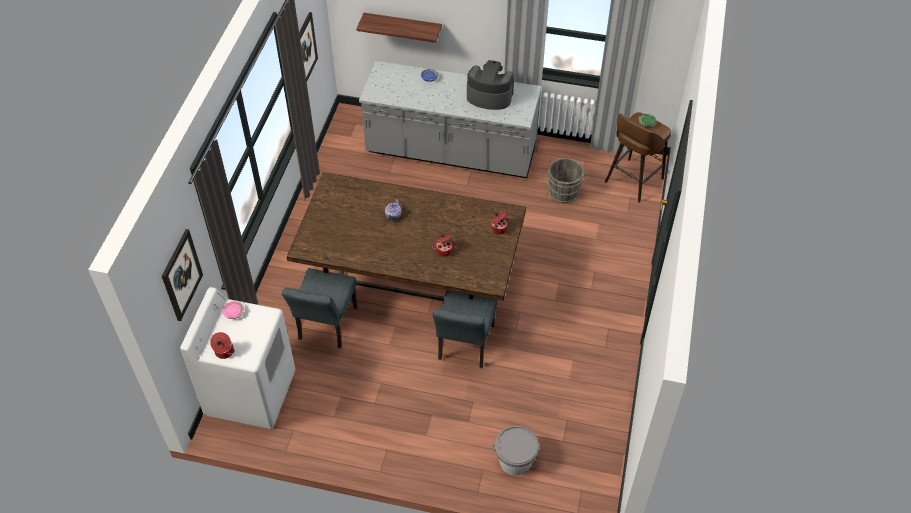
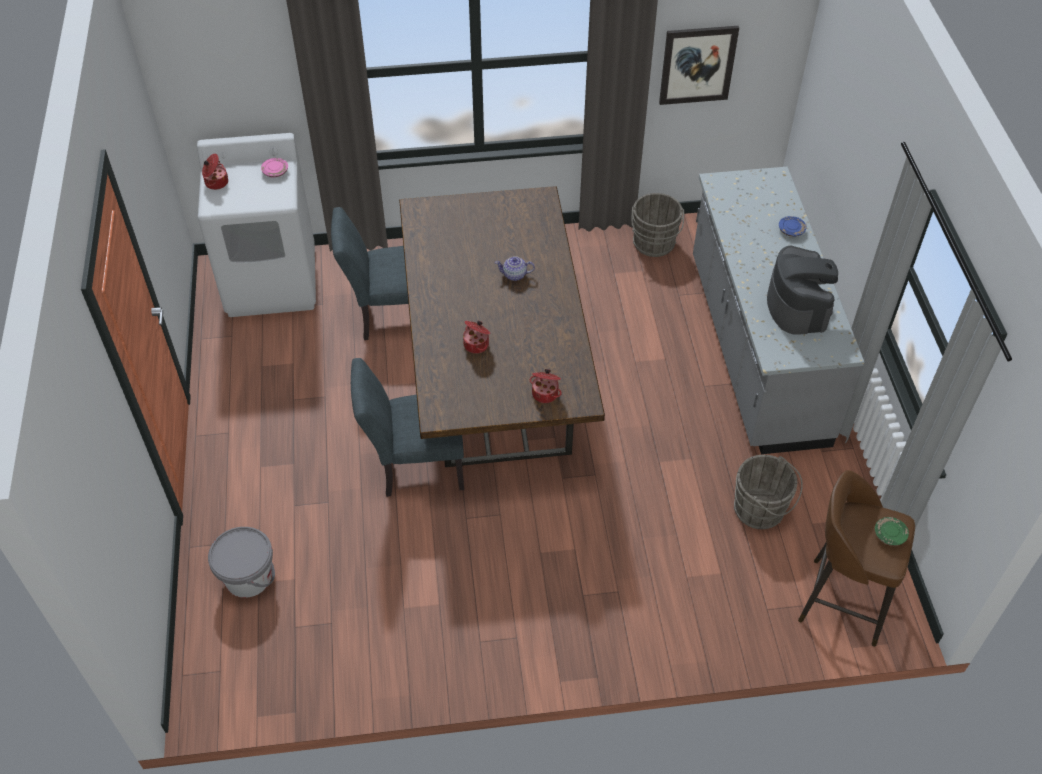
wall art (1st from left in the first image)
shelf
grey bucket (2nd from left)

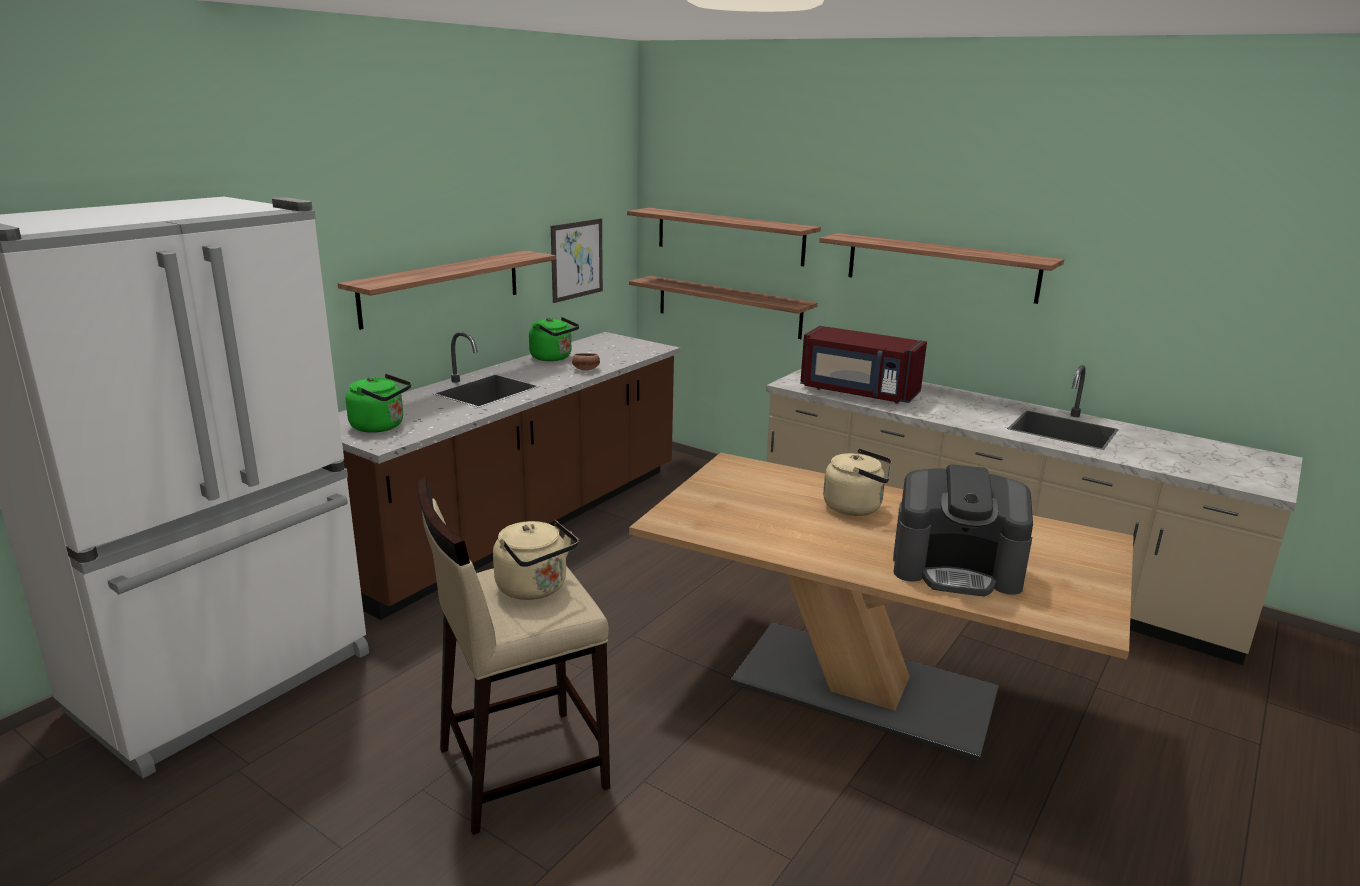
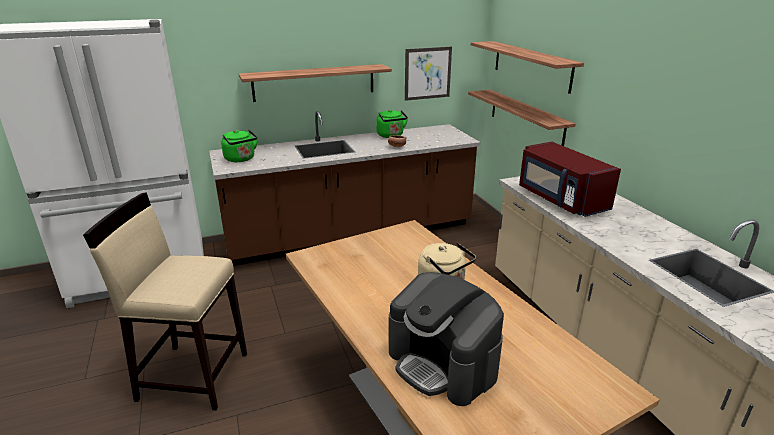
beige-coloured water kettle (1st from left in the first image)
shelf (4th from left in the first image)

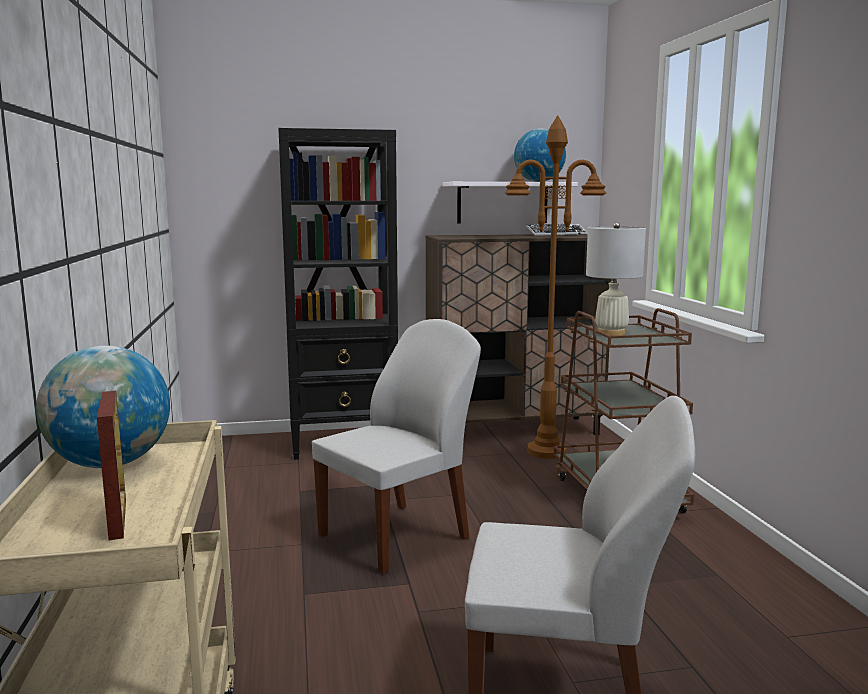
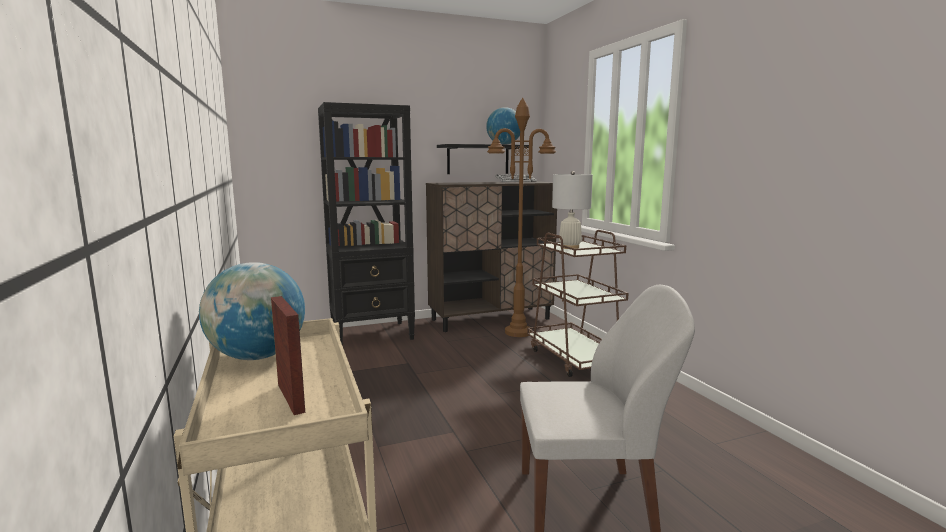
white-coloured chair (1st from left in the first image)
black shelf

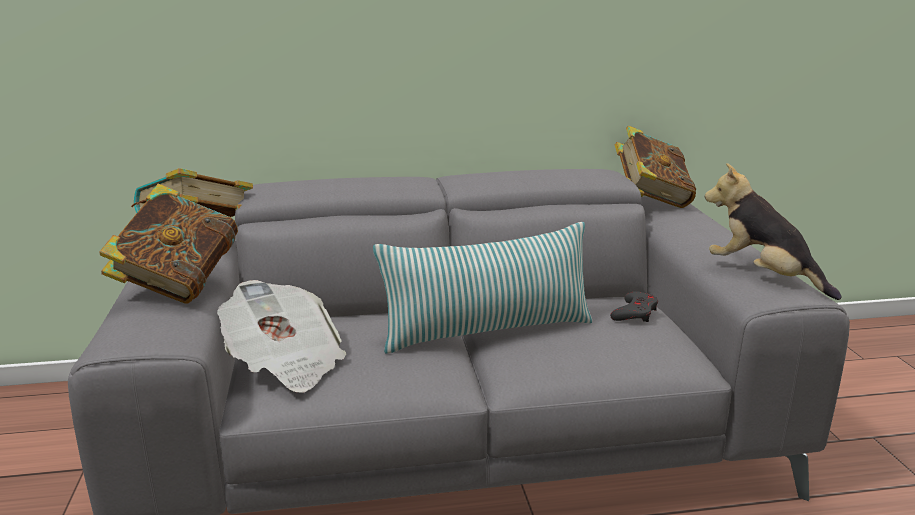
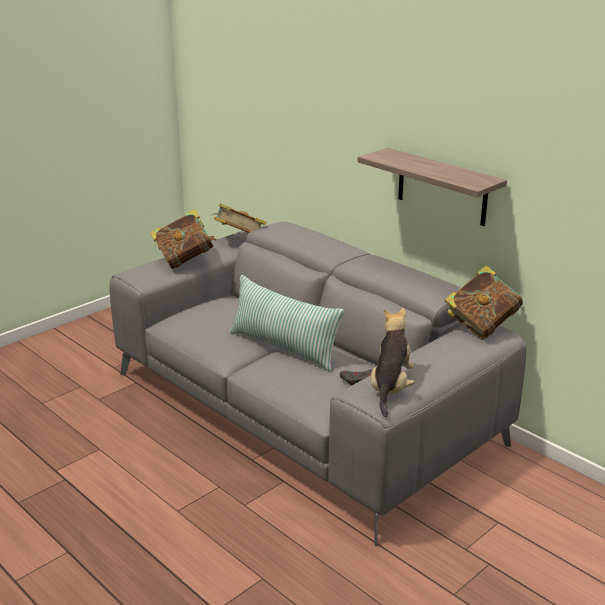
newspaper
shelf

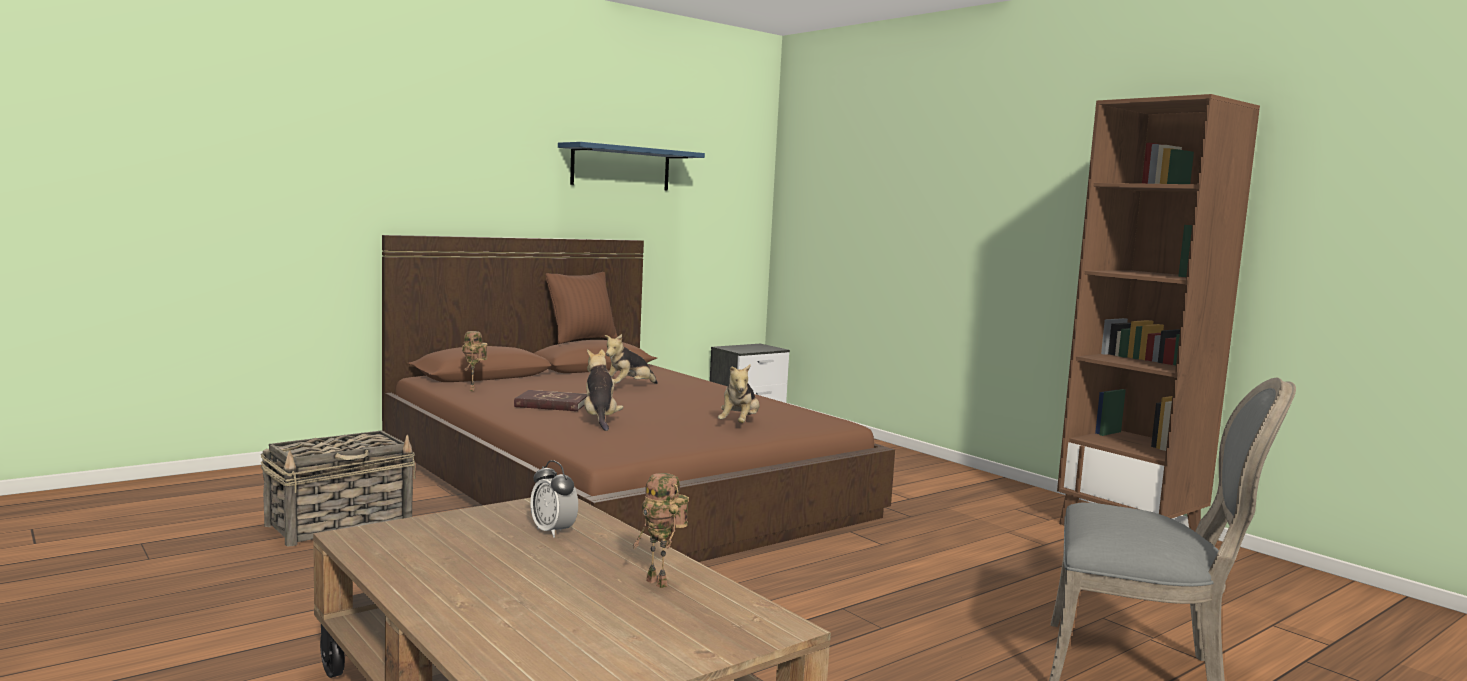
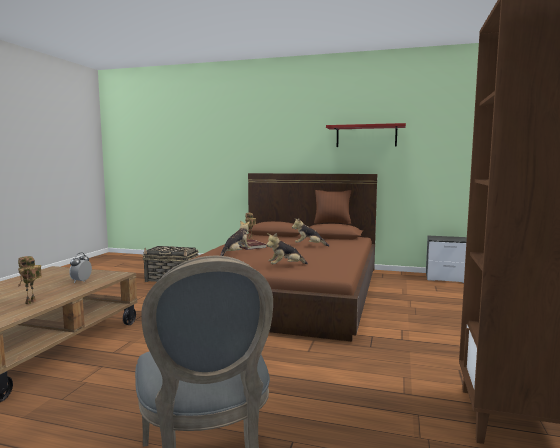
red-coloured shelf

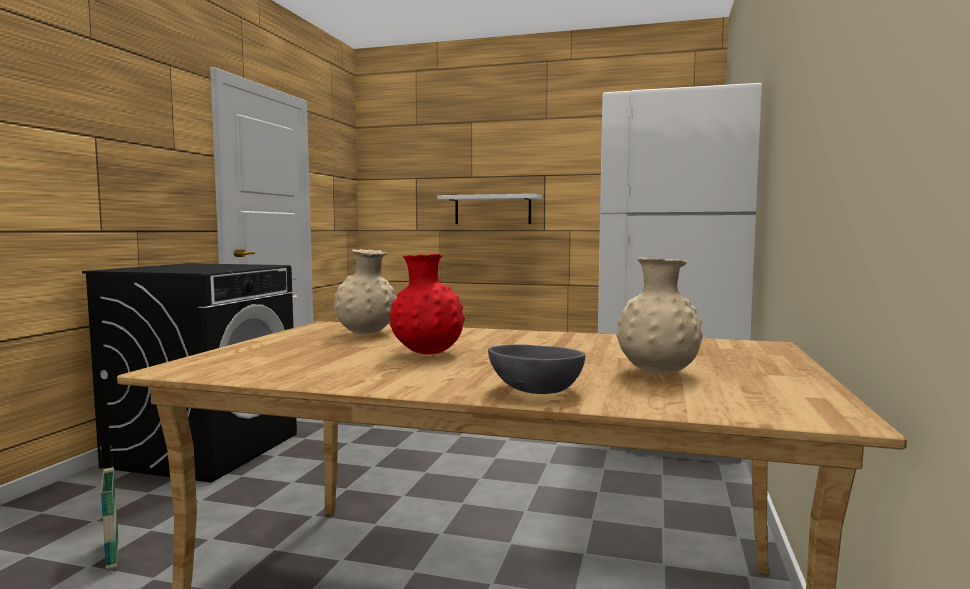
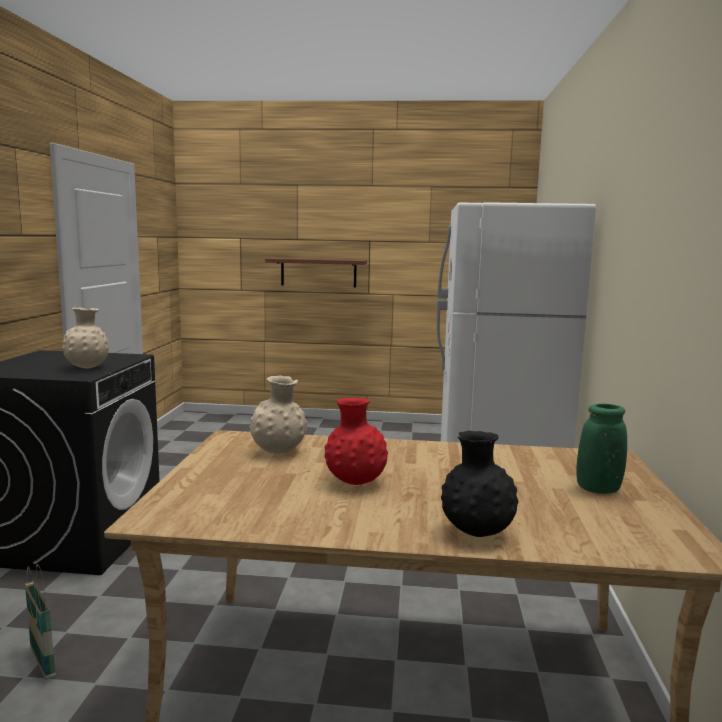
greenish decorative vase
beige-coloured decorative vase (1st from left)
black decorative vase
brownish shelf

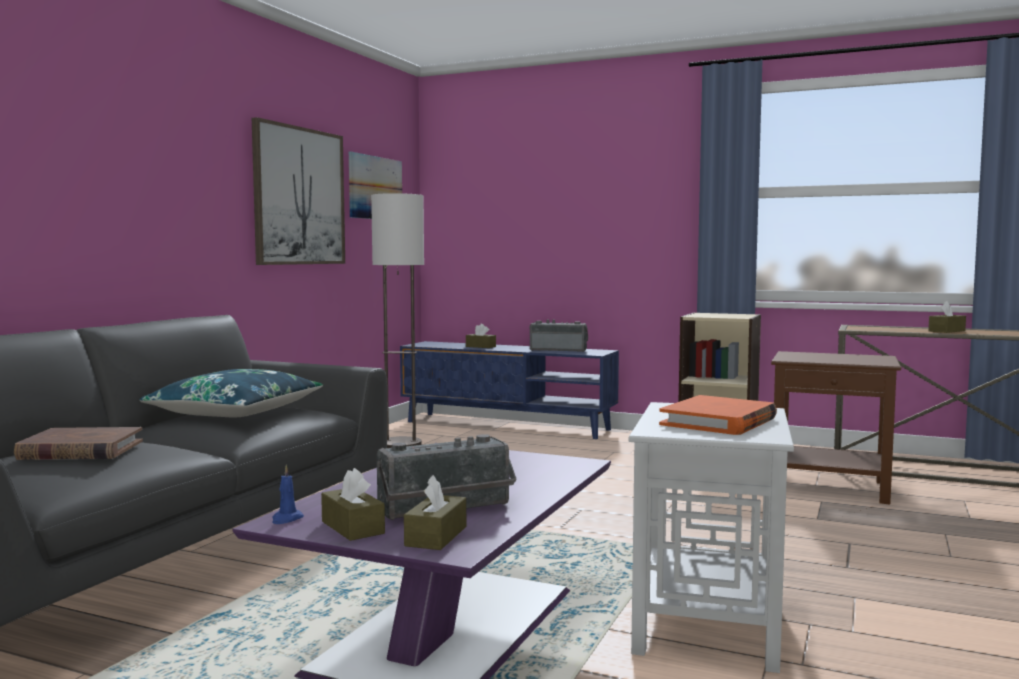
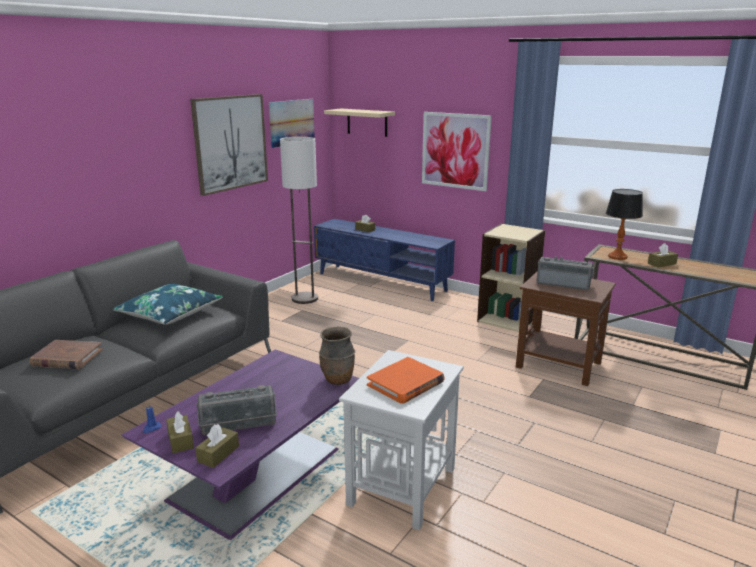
brownish decorative vase
beige-coloured shelf
wall art (3rd from left)
table lamp
radio (2nd from left)

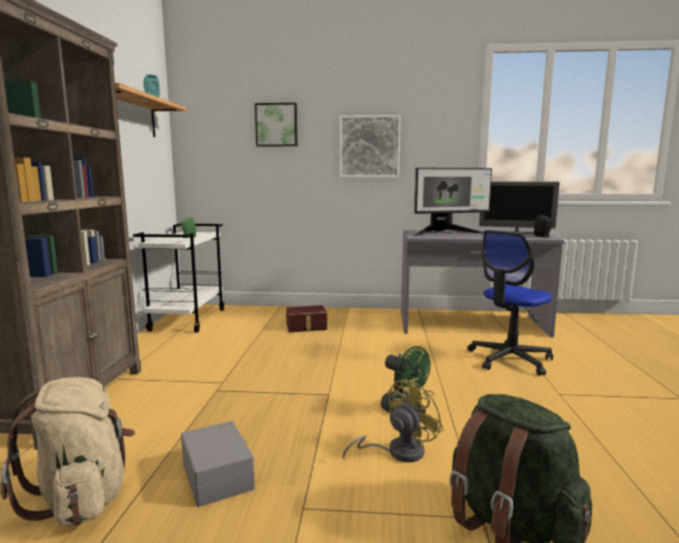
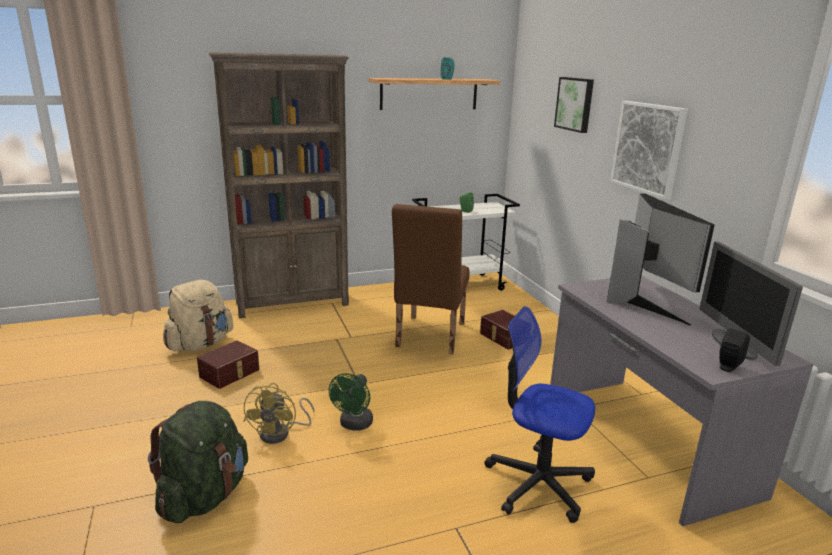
brownish chair
brownish storage box (1st from left)
yellow-coloured cooling fan
monitor (1st from left)

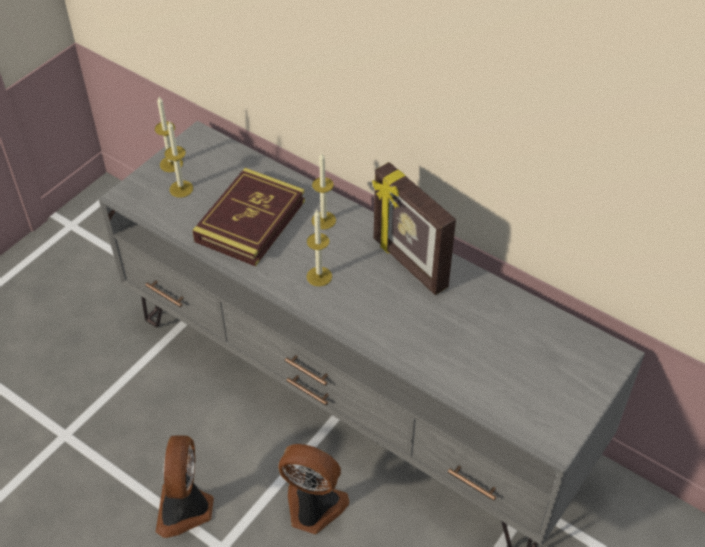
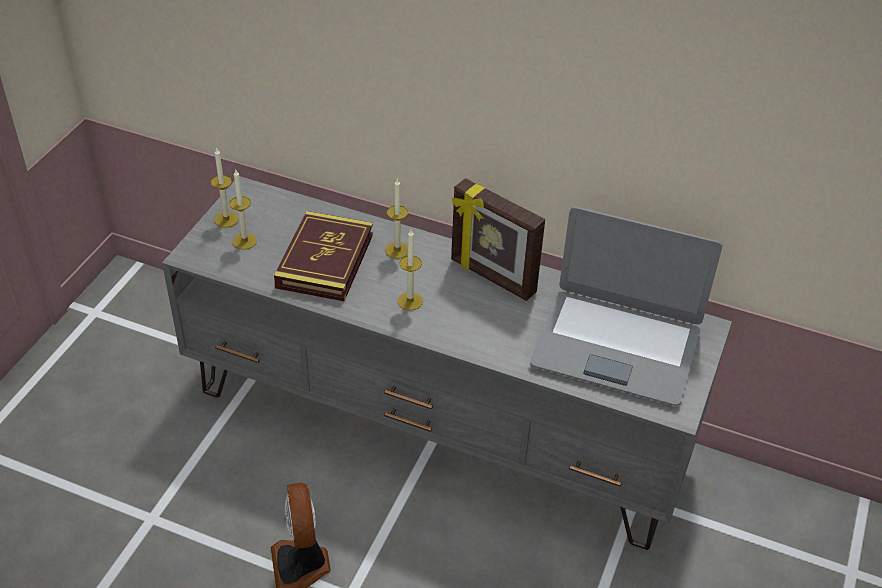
cooling fan (2nd from left in the first image)
notebook computer

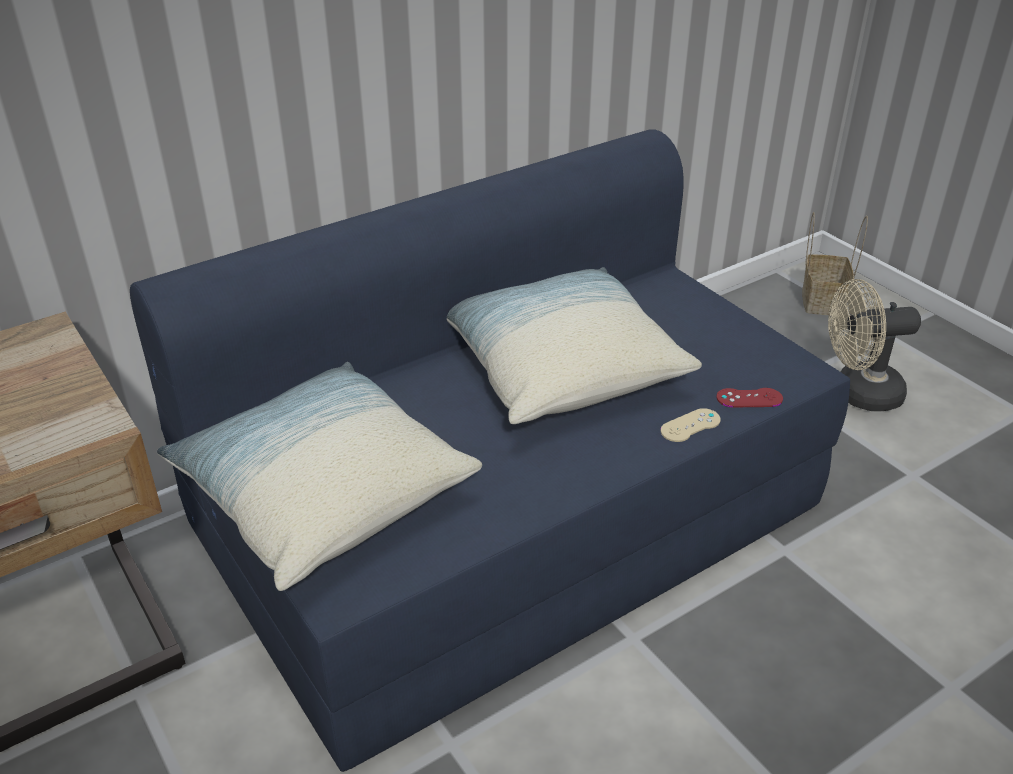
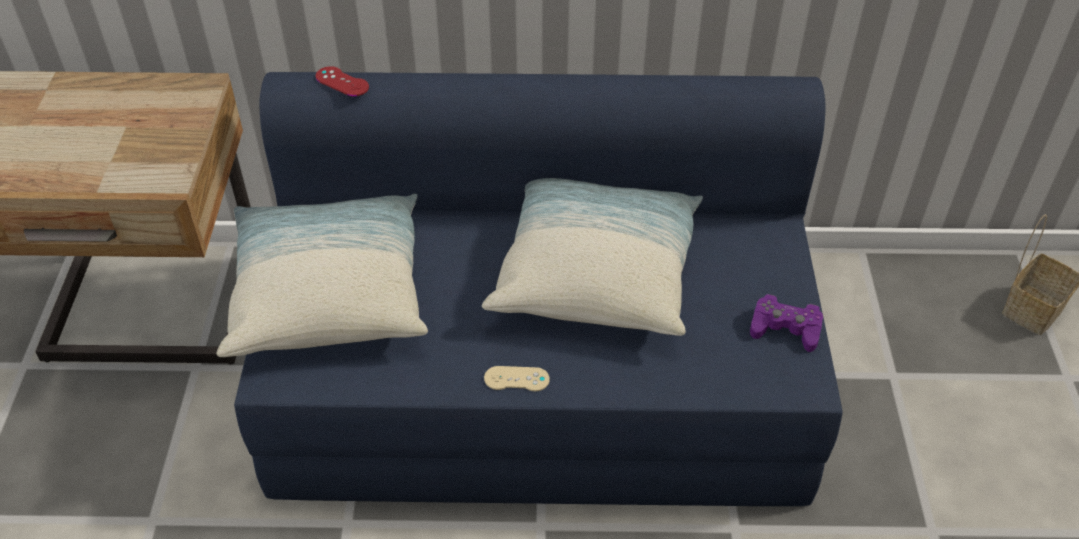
beige-coloured cooling fan
purplish game controller
beige-coloured game controller
red-coloured game controller

